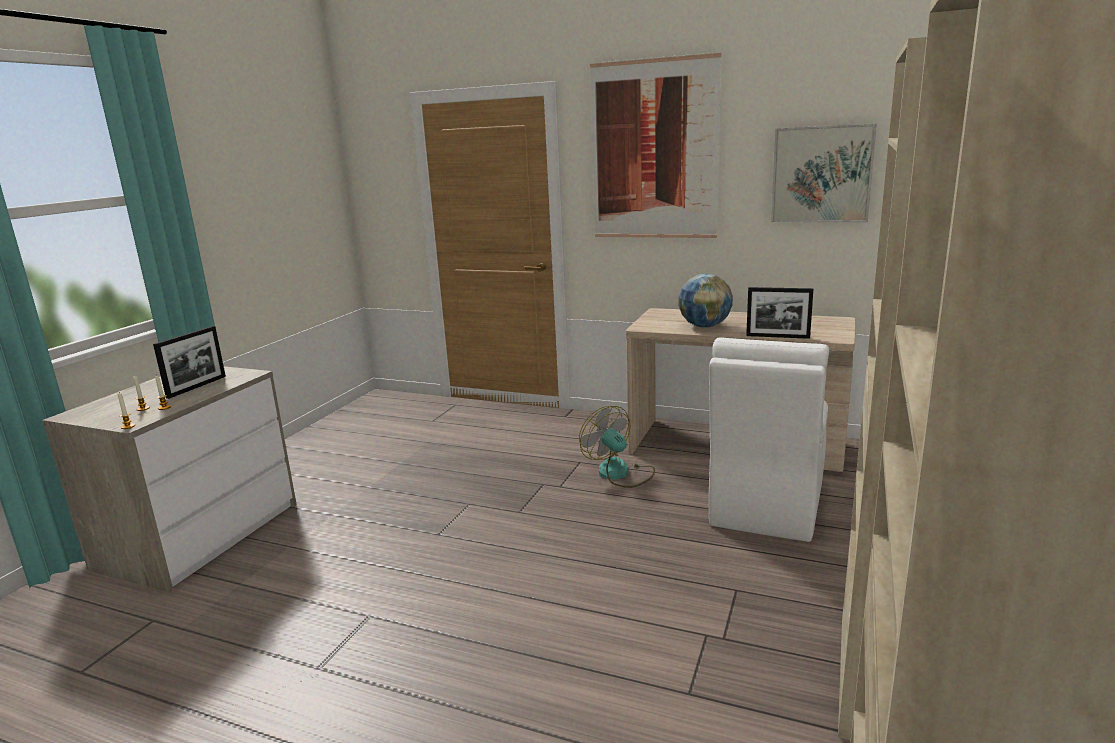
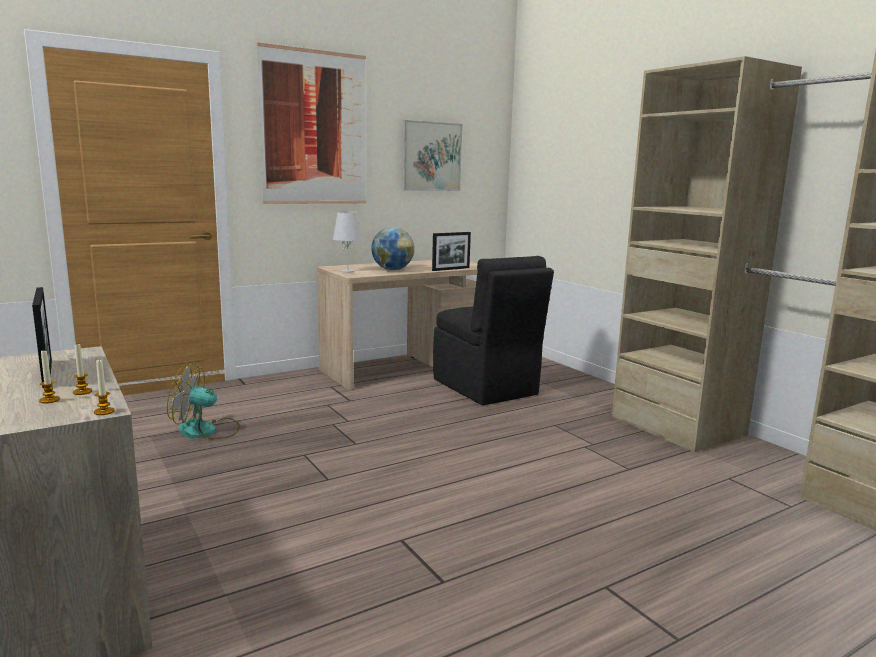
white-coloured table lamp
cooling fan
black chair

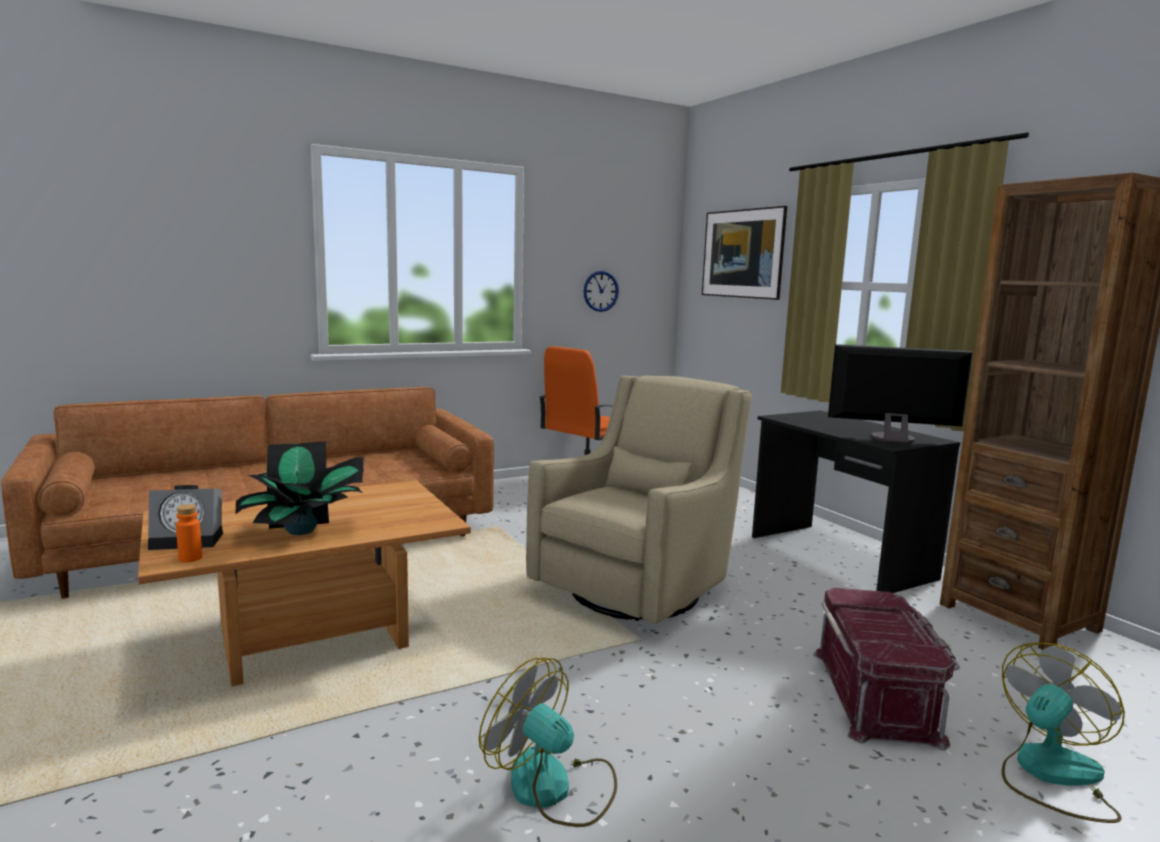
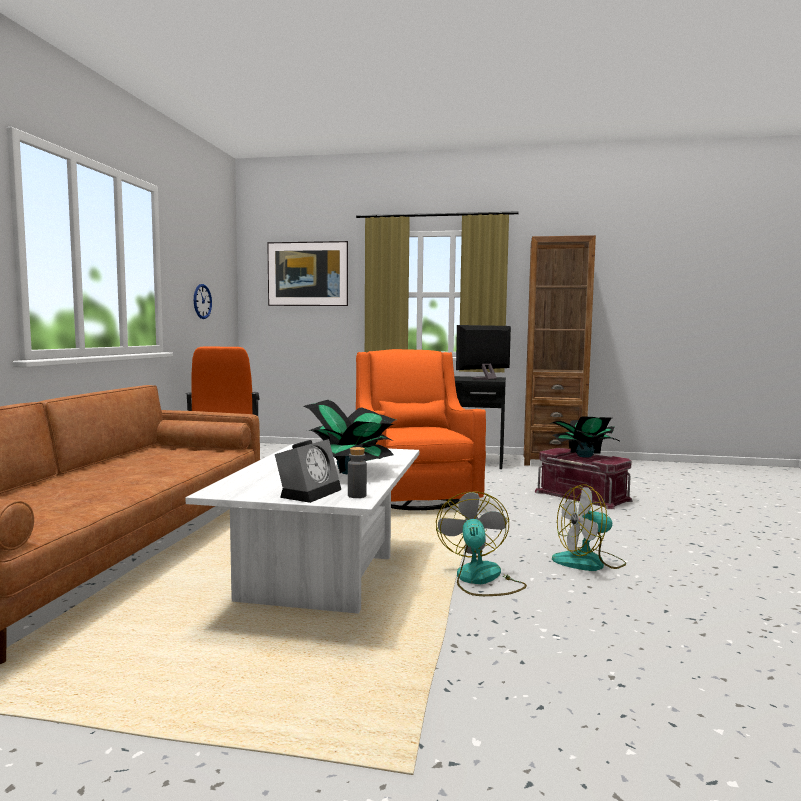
potted plant (2nd from left)
cooling fan (1st from left)
white-coloured lounge table
grey bottle
orangey armchair

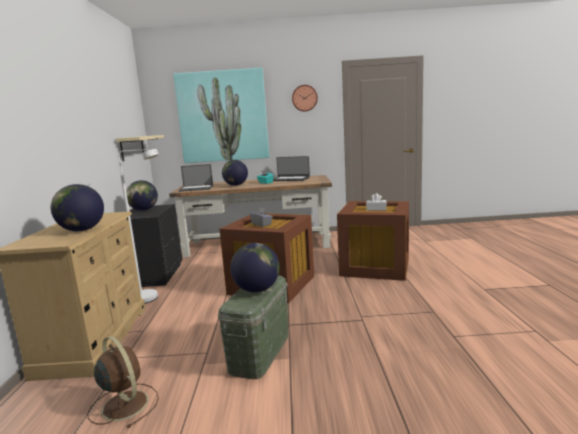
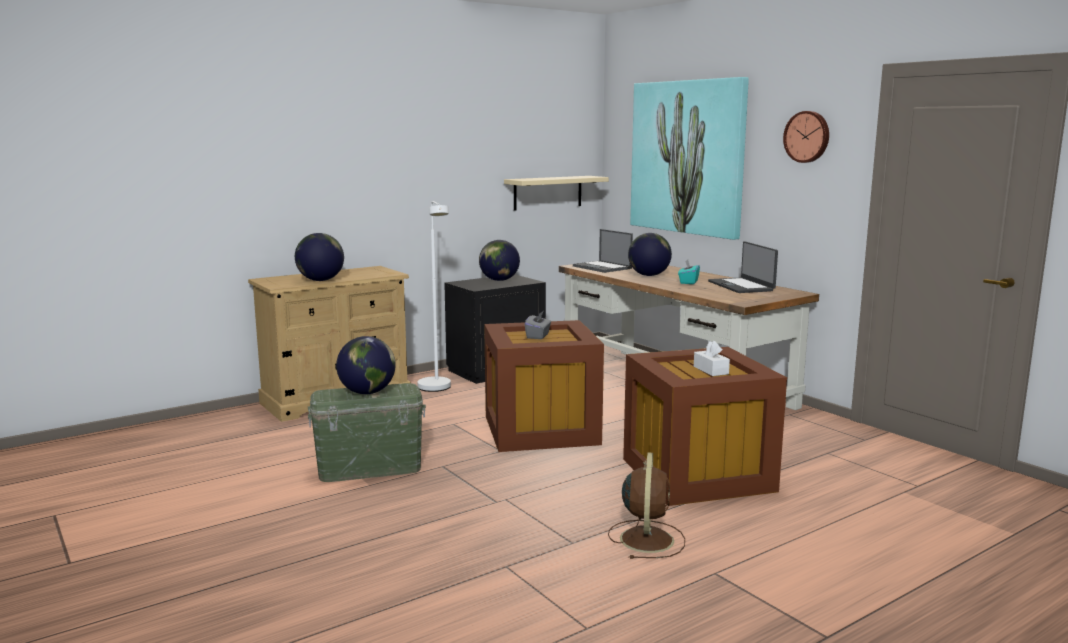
brownish cooling fan

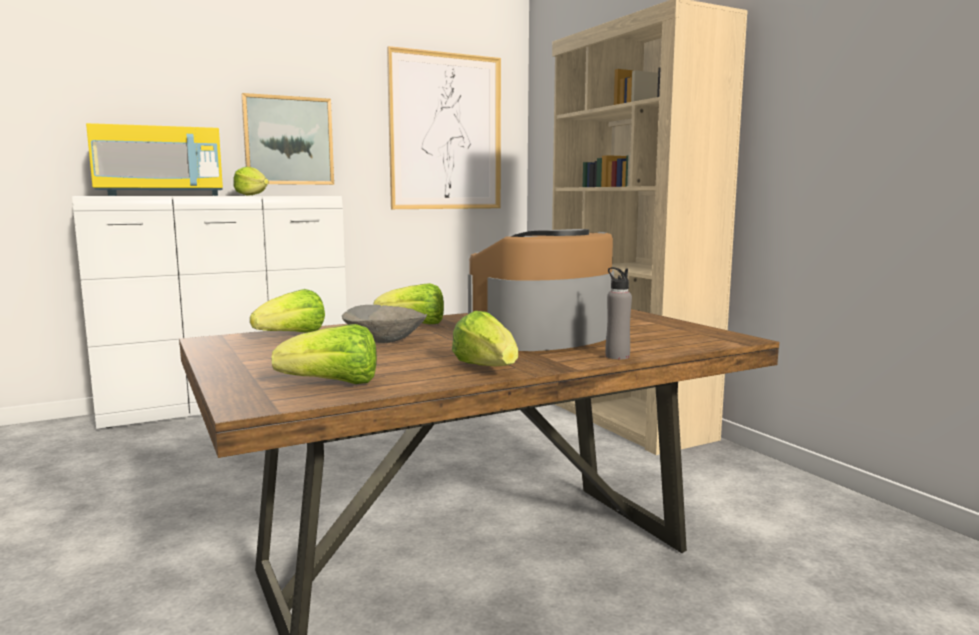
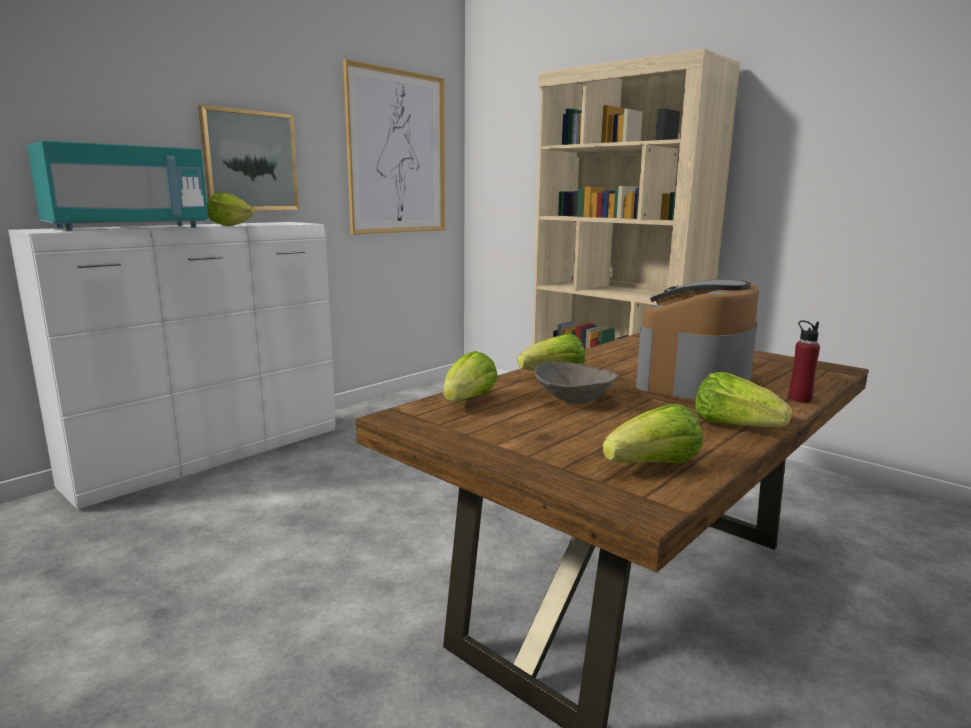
turquoise-coloured microwave oven
red-coloured bottle

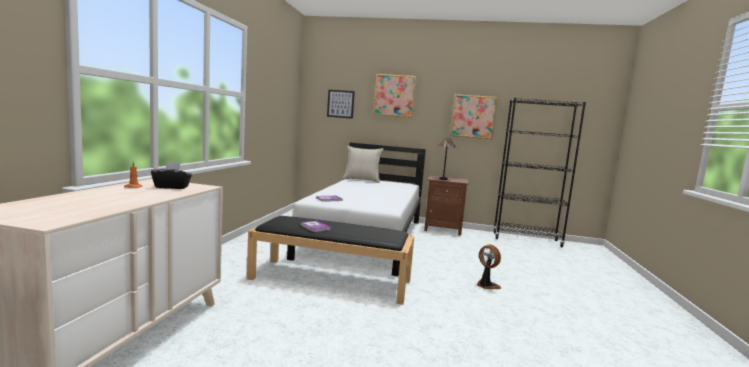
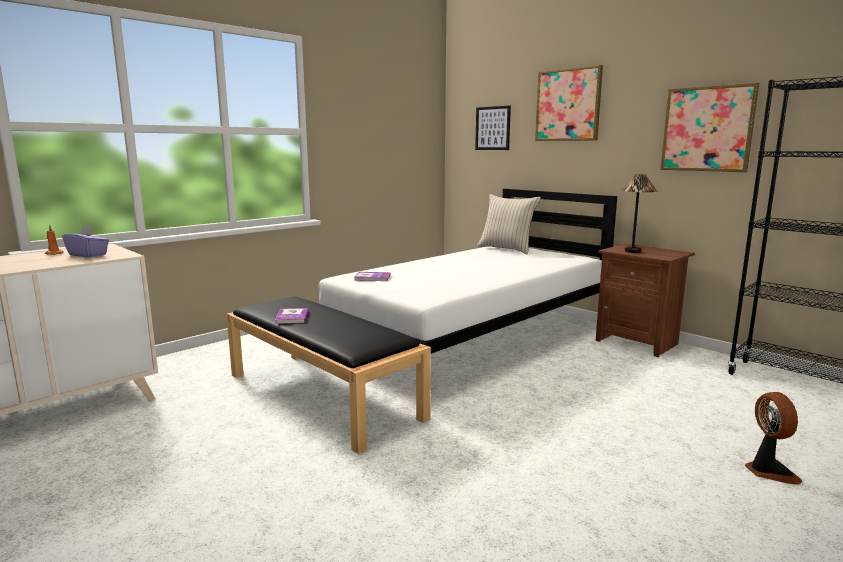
cooling fan
purplish tissue box

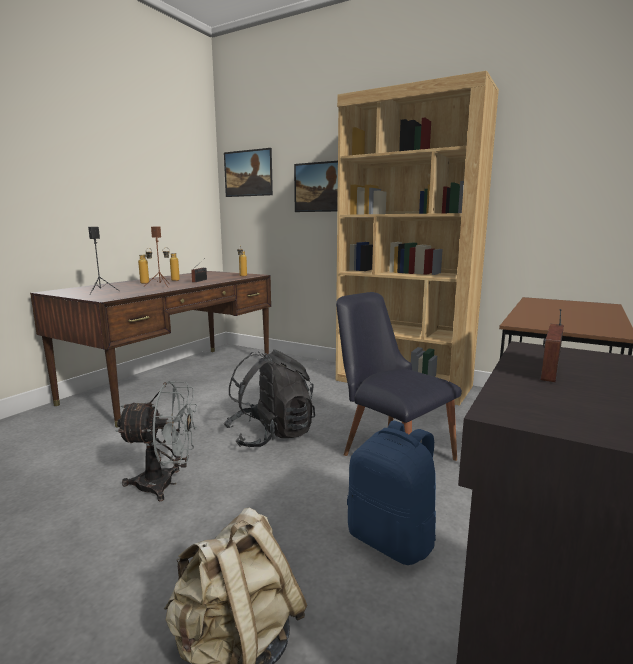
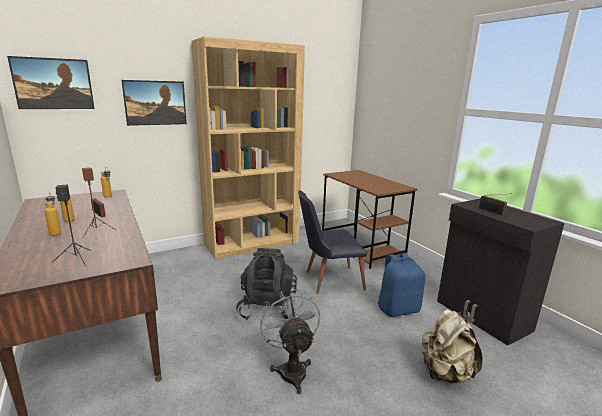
grey cooling fan

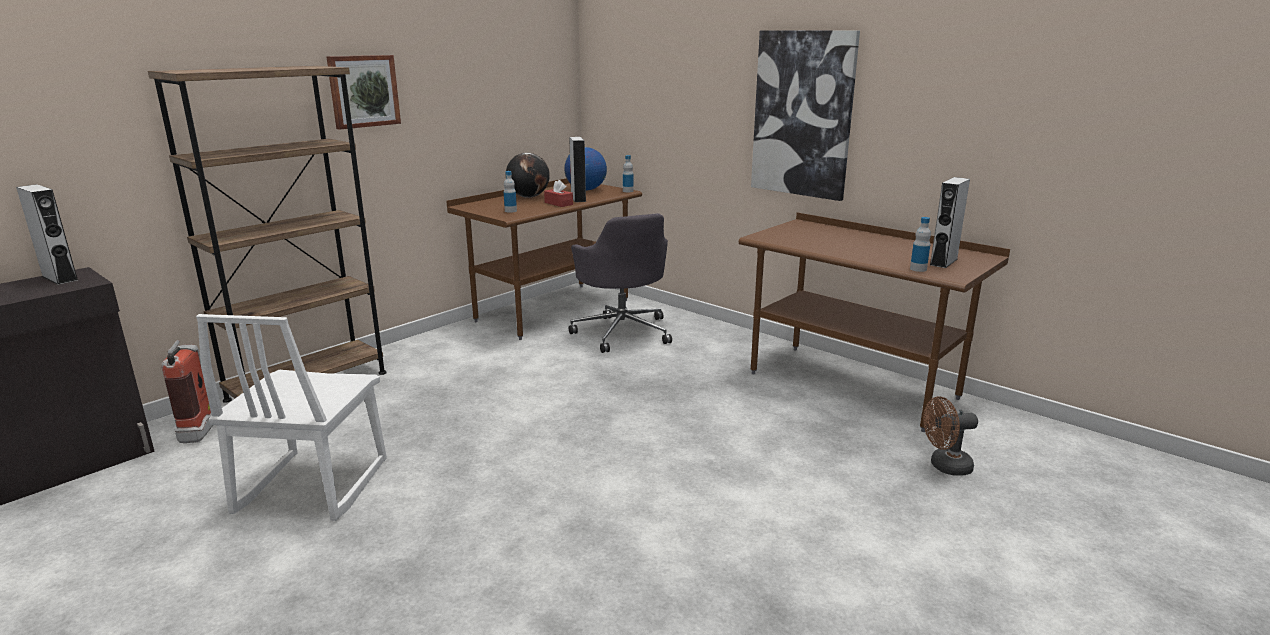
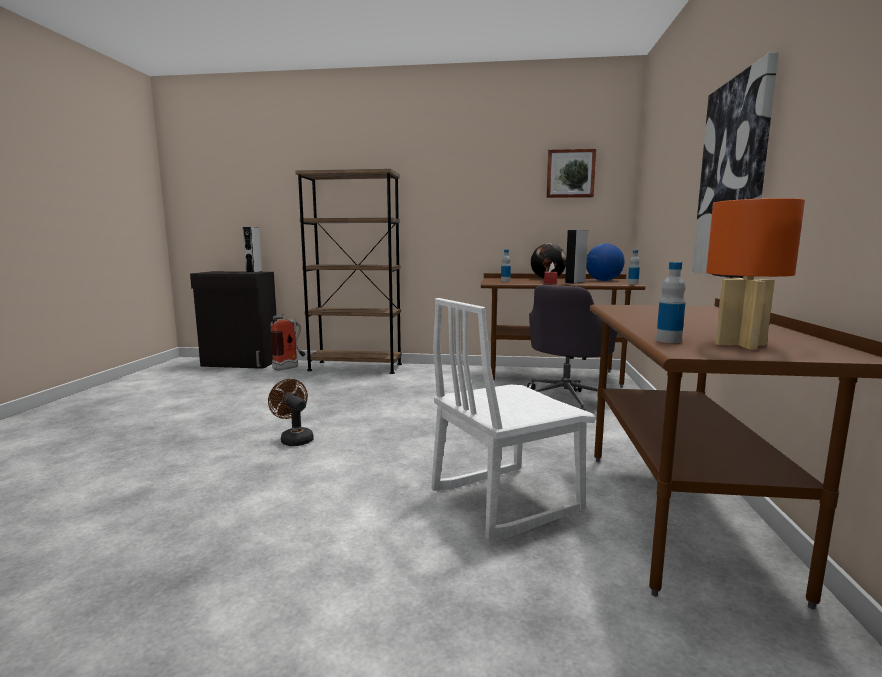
white-coloured chair
wall art (1st from left)
brownish cooling fan
orangey table lamp

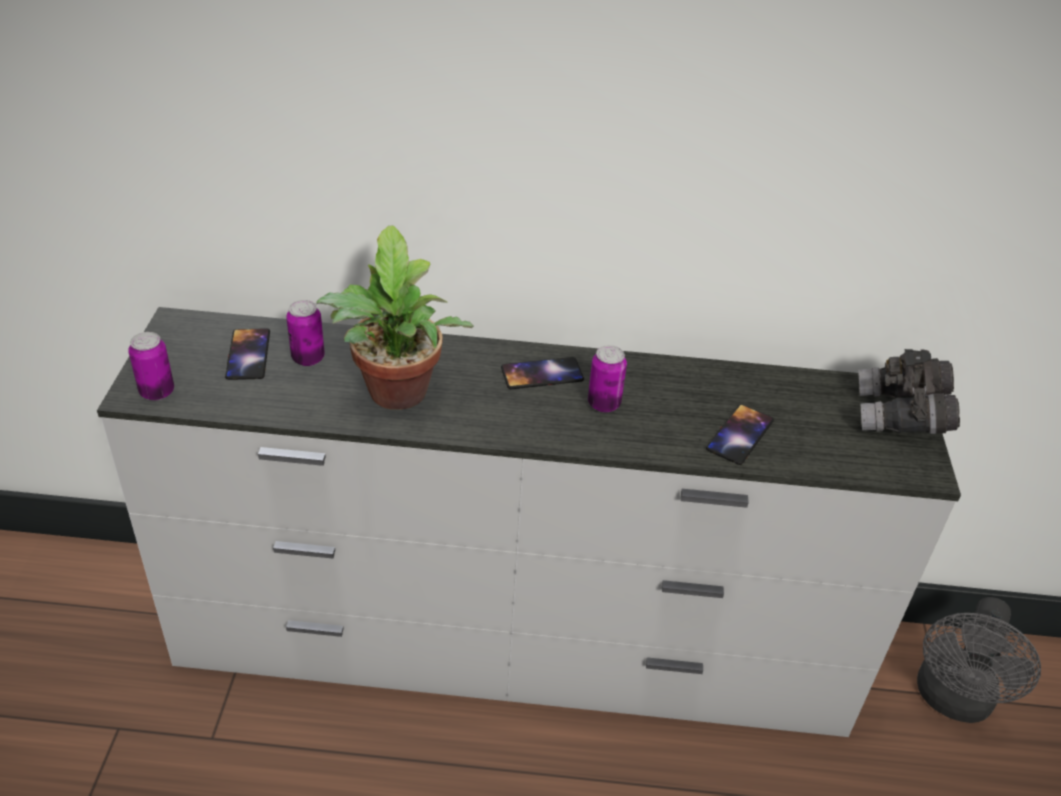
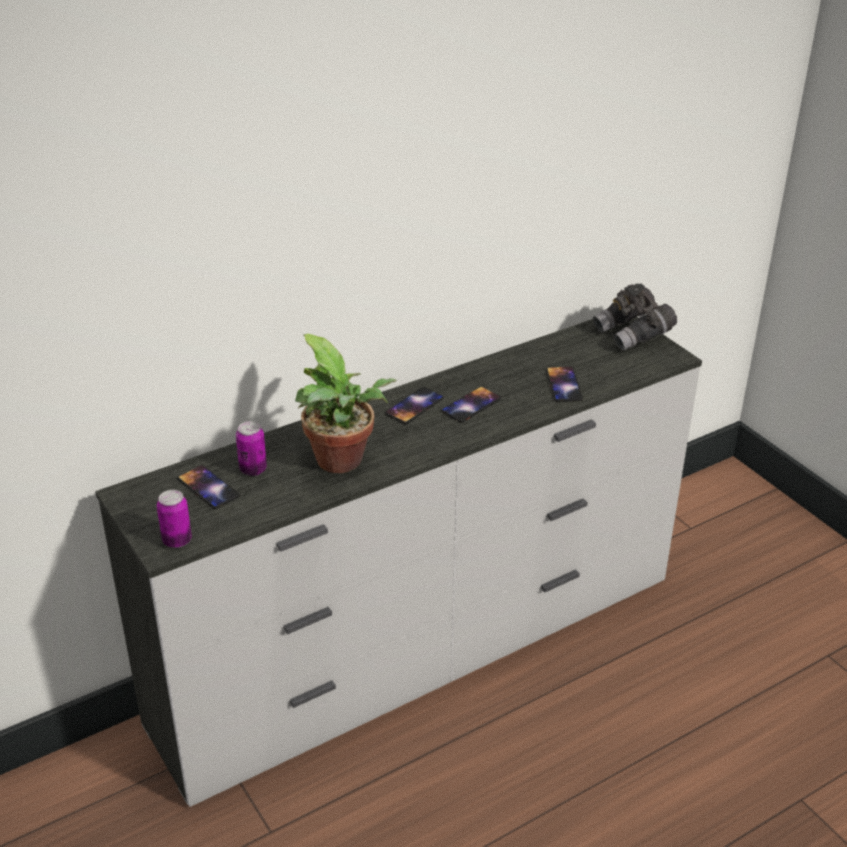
grey cooling fan
phone (3rd from left)

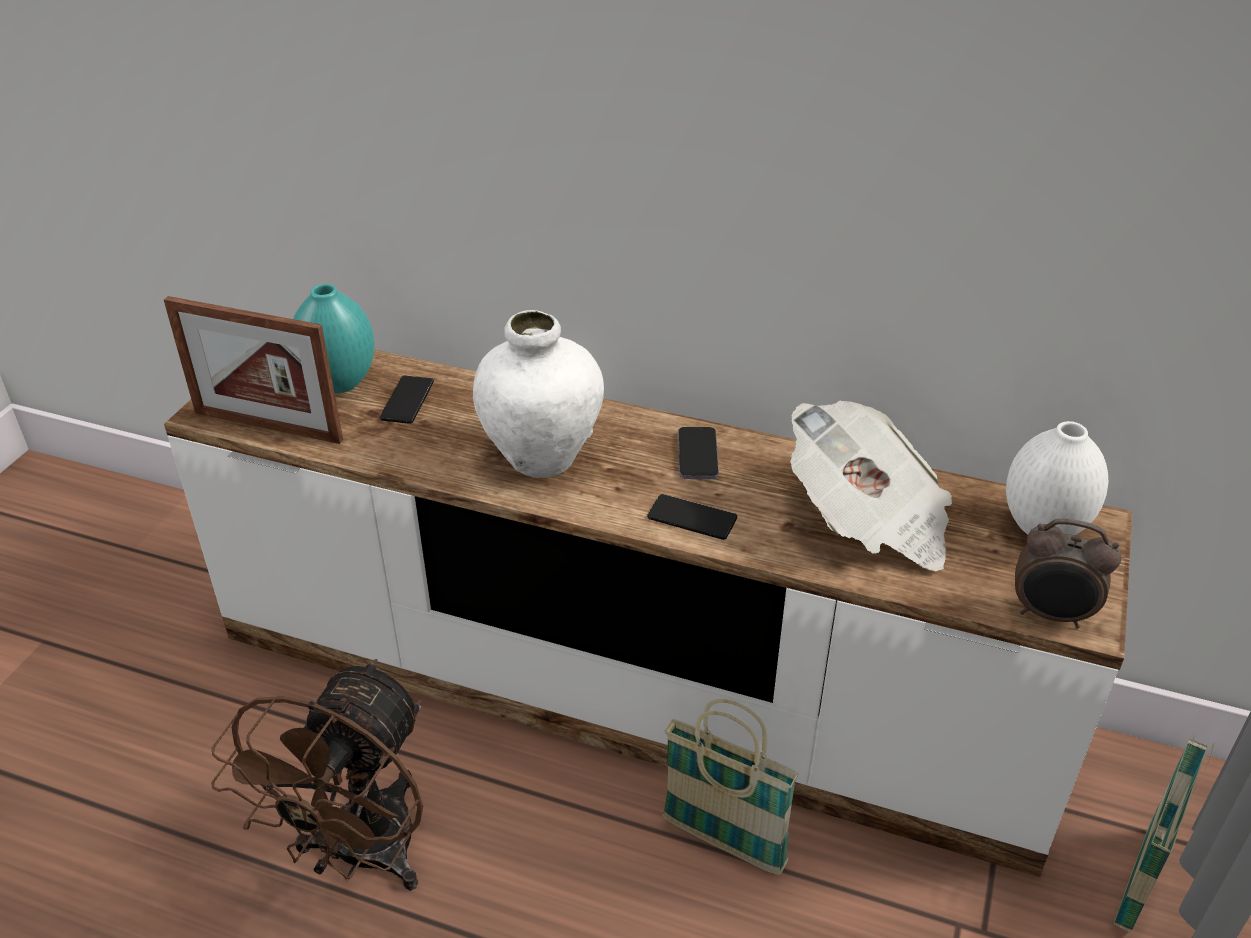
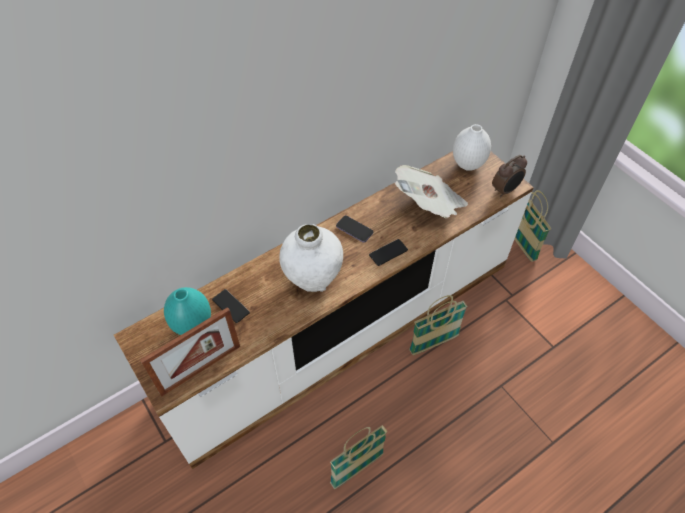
basket (1st from left)

